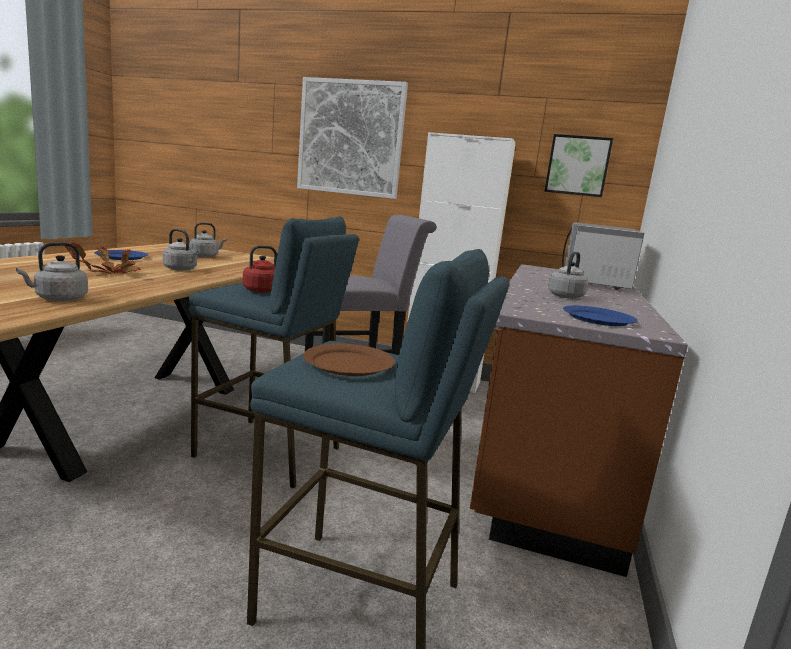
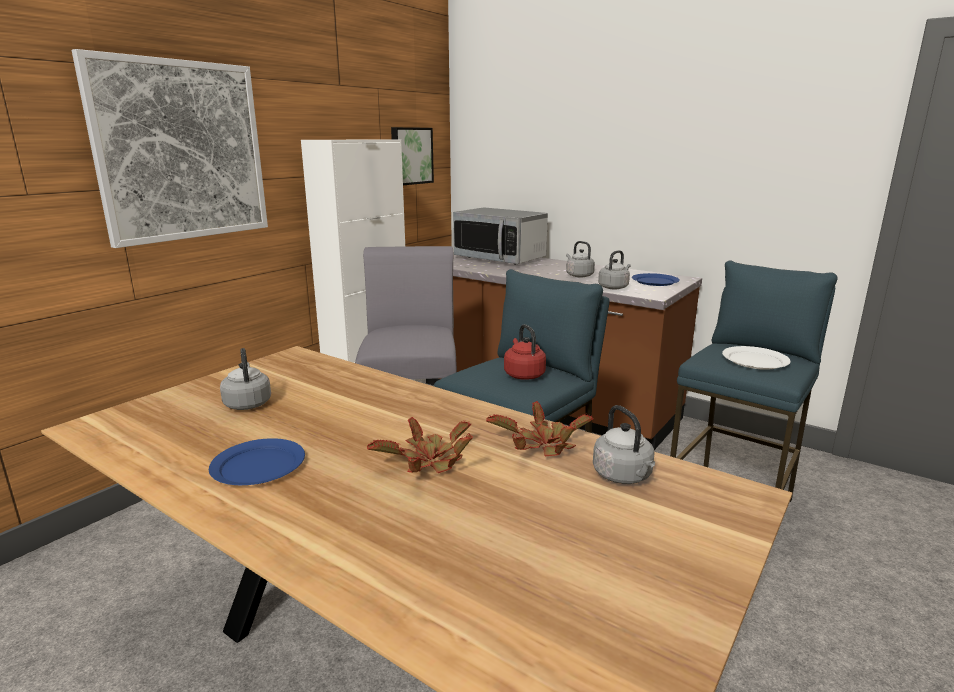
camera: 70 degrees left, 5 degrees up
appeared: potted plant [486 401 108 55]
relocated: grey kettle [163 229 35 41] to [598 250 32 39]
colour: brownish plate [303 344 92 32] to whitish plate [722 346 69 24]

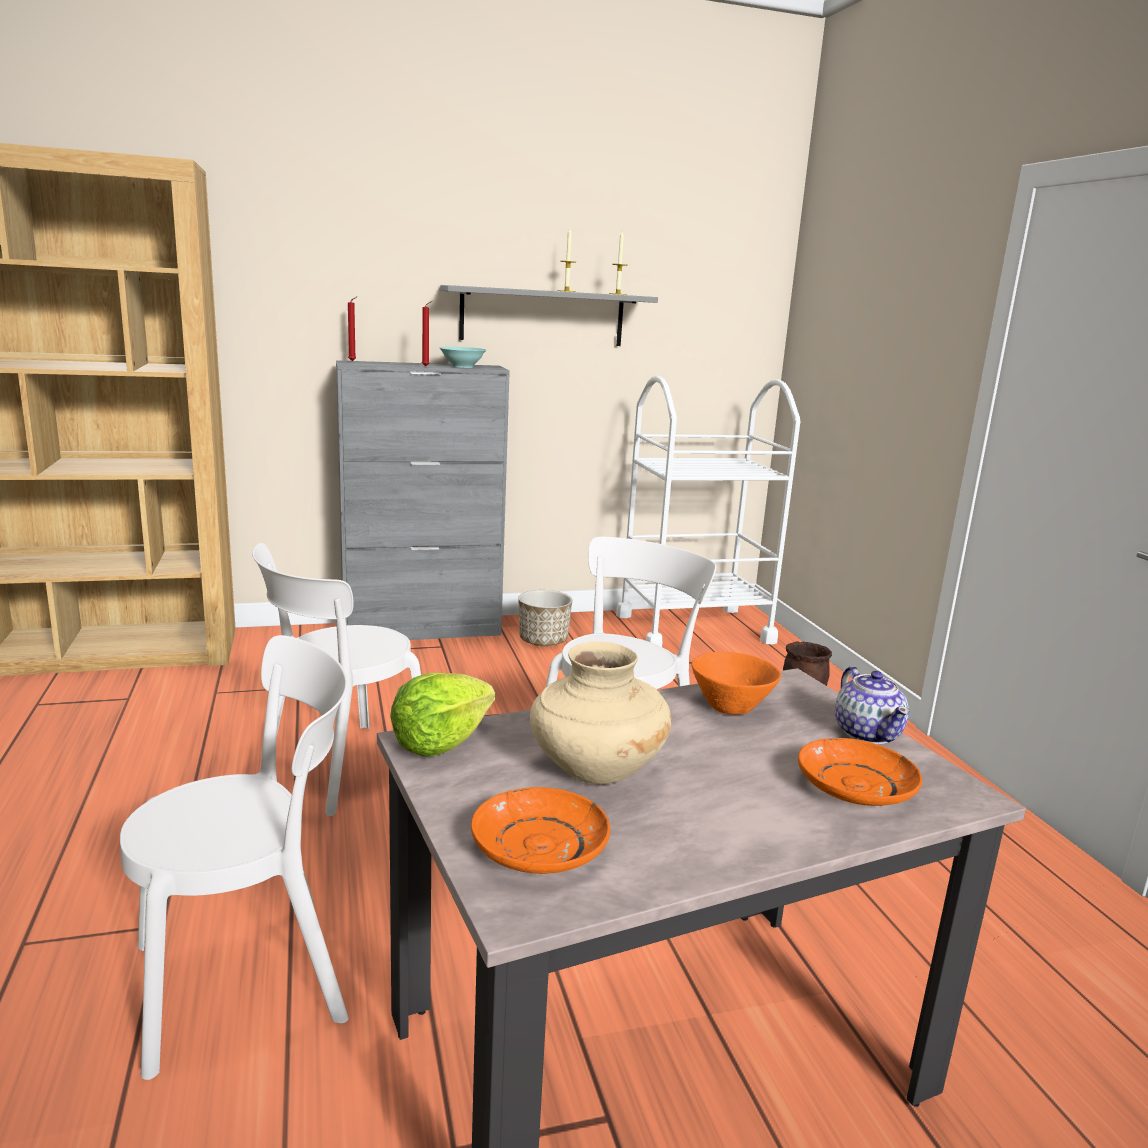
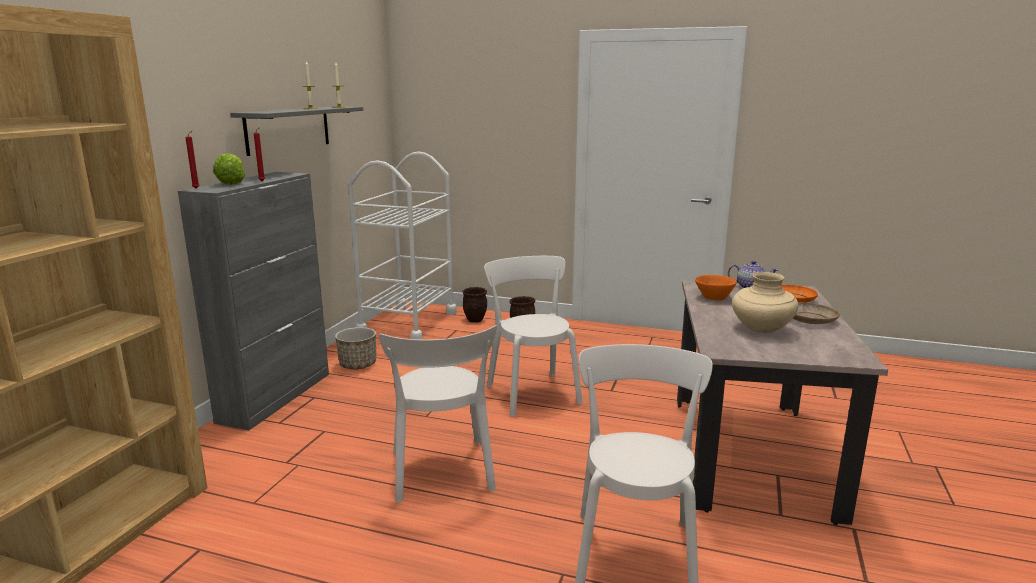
camera: 55 degrees left, 0 degrees up
missing: turquoise-coloured deep dish [440 347 46 21]; orange-coloured plate [471 787 139 87]
appeared: brownish plant pot [462 287 25 35]; beige plate [793 303 47 21]
relocated: lettuce head [390 672 105 84] to [213 153 32 32]

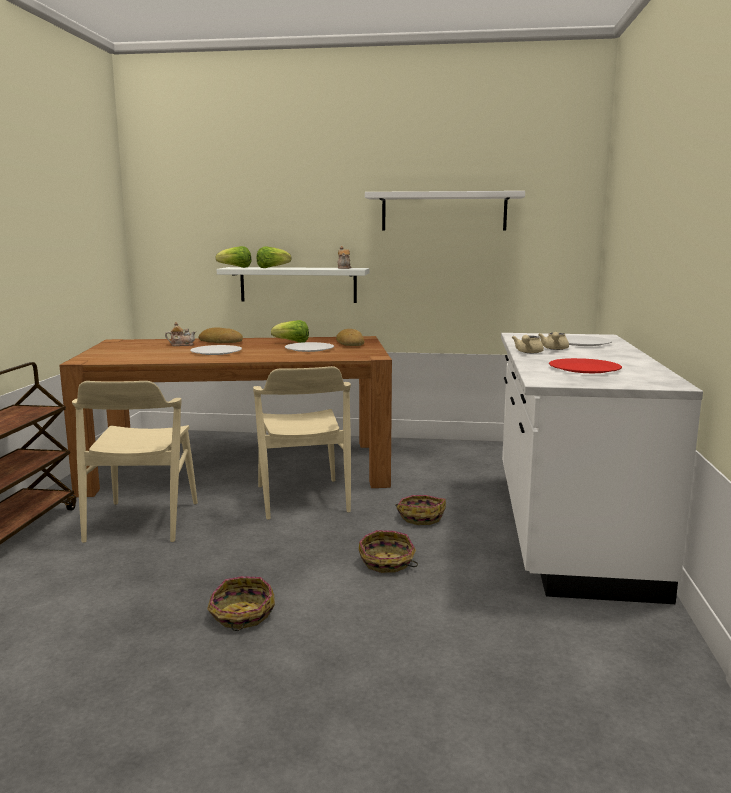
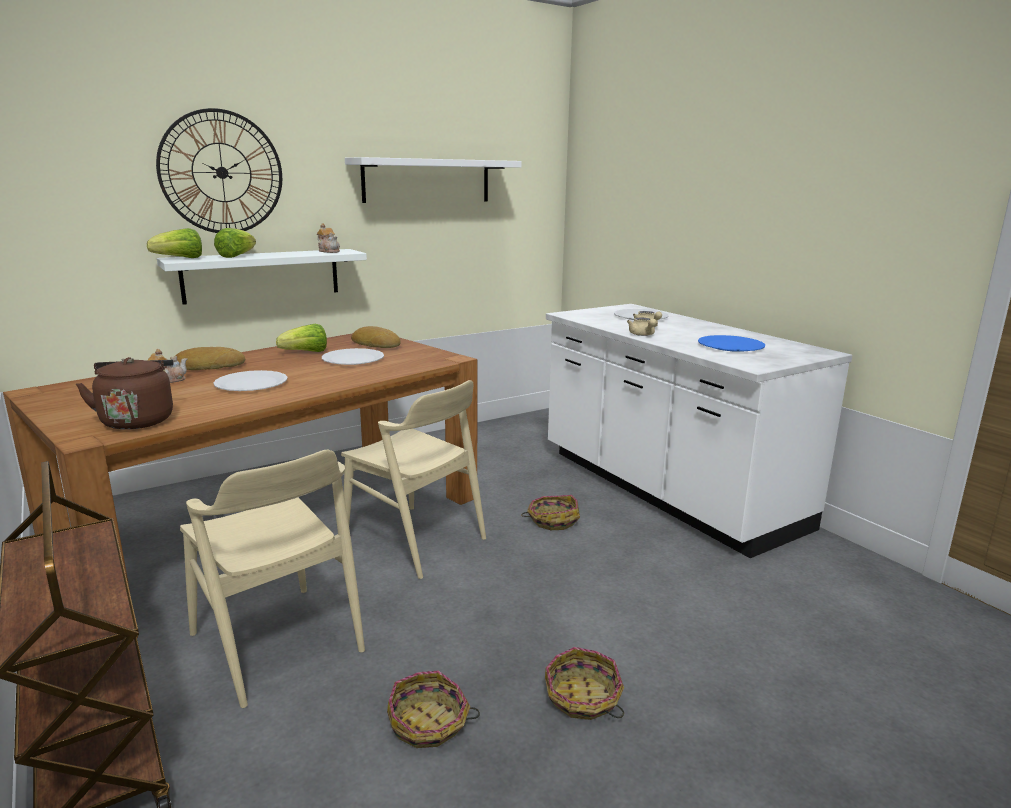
camera: 40 degrees left, 5 degrees up
appeared: brownish kettle [76 357 97 73]; wall clock [156 108 126 125]
relocated: basket [359 530 59 43] to [387 670 93 78]
colour: reddish plate [549 358 73 15] to blue plate [698 335 67 17]

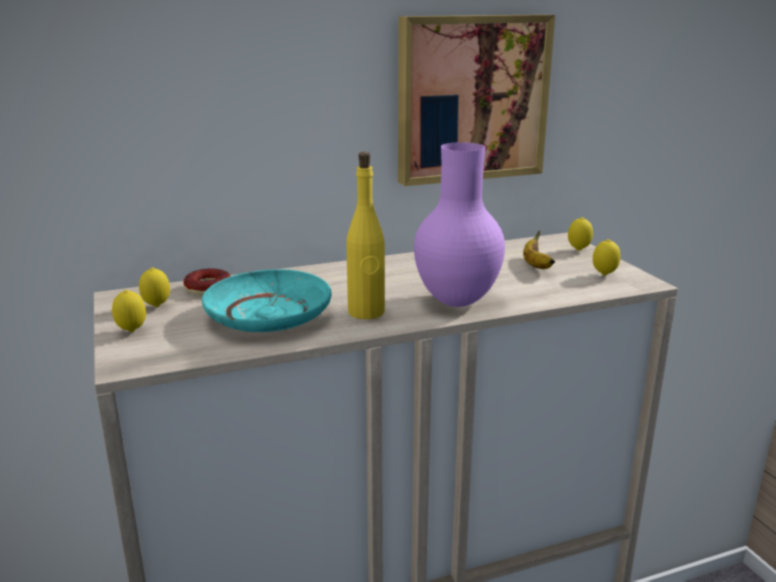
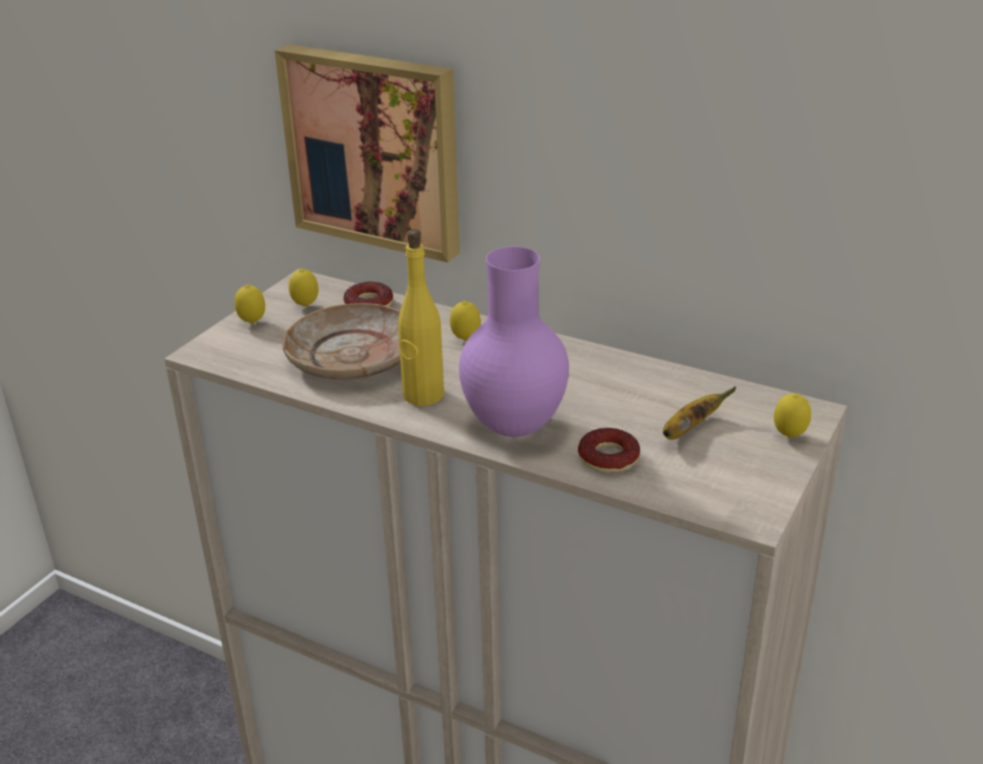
camera: 50 degrees right, 10 degrees up
appeared: ring doughnut [578 428 62 45]
relocated: wall picture [398 15 157 171] to [275 44 185 218]; whole lemon [593 239 27 37] to [450 301 31 40]
colour: turquoise-coloured plate [202 269 130 63] to beige plate [282 303 119 77]

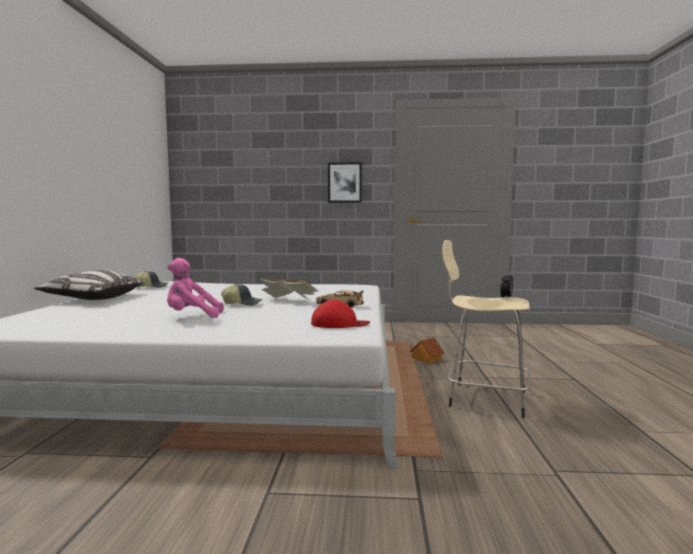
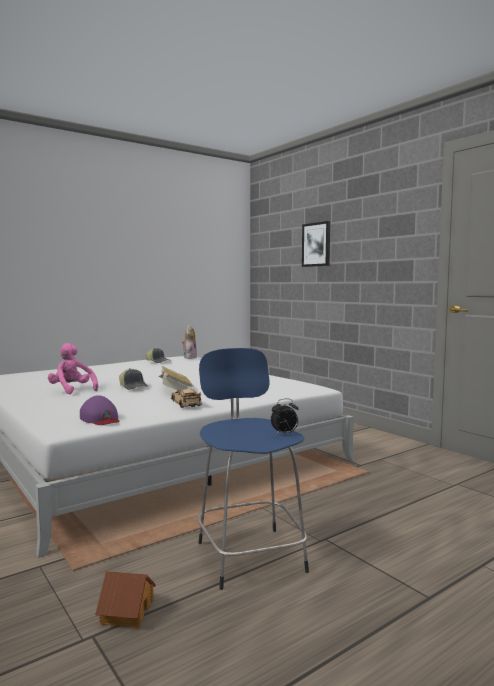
camera: 50 degrees right, 0 degrees up
missing: throw pillow [34 270 110 30]
appeared: plush toy [182 325 15 34]
relocated: wall picture [328 162 34 41] to [302 221 28 46]; miniature house [410 337 34 26] to [95 571 61 57]
colour: reddish baseball cap [311 300 59 28] to purple baseball cap [80 395 40 30]; beige stool [442 240 89 178] to blue stool [197 348 112 242]

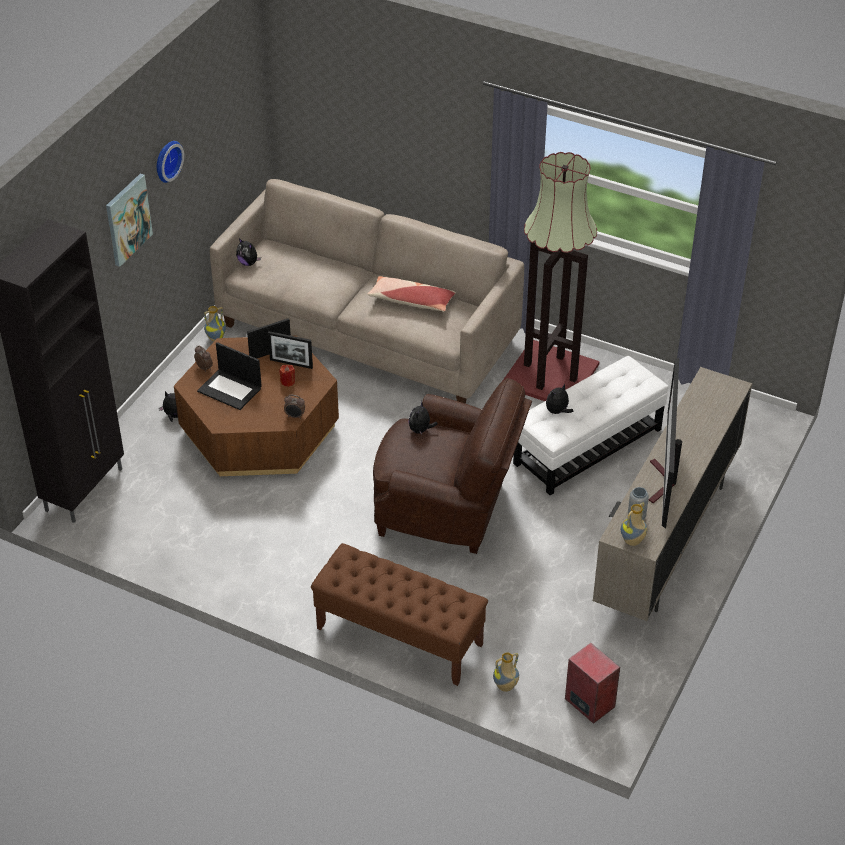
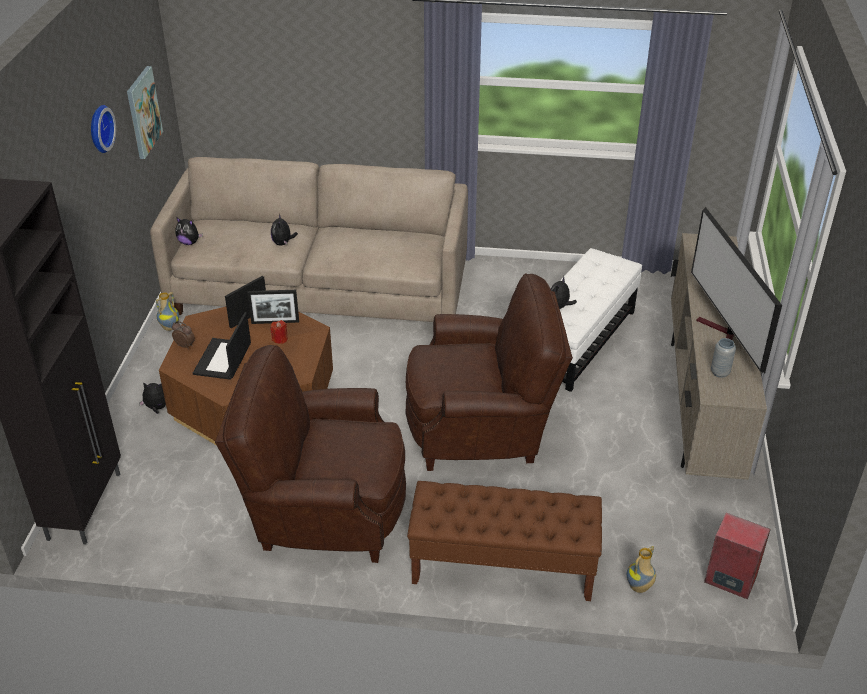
camera: 20 degrees left, 5 degrees down
missing: alarm clock [284 395 21 24]; throw pillow [368 276 88 36]; floor lamp [503 152 97 249]; flower vase [621 502 26 44]
appeared: brownish armchair [215 345 191 218]
relocated: wall picture [106 174 47 93] to [127 66 36 93]; plush toy [409 400 29 35] to [271 214 27 31]
spun: notebook computer [197 342 65 68] = [193 312 58 68] 90 degrees clockwise

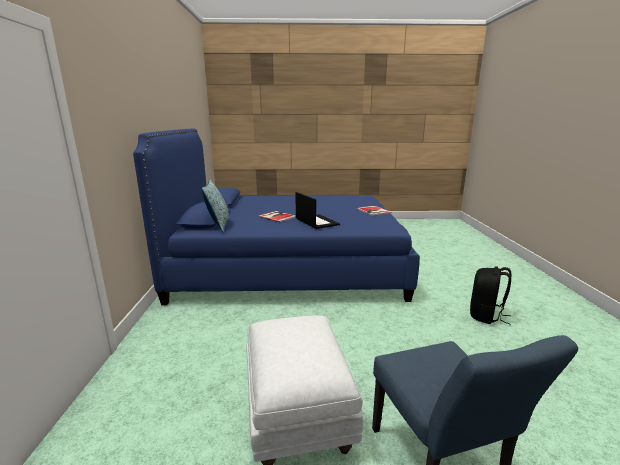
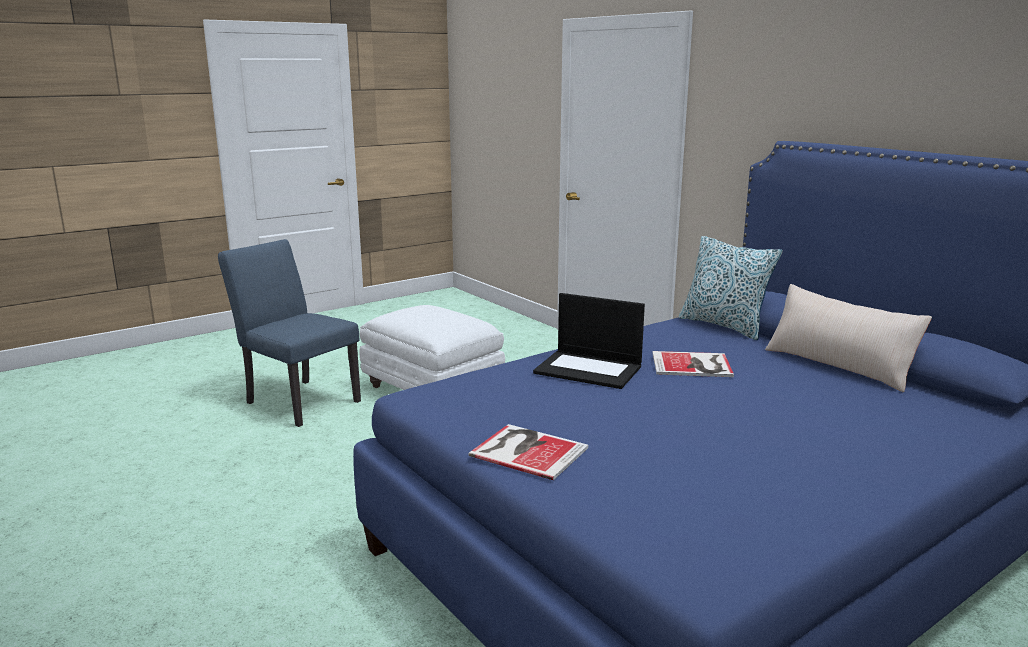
camera: 145 degrees right, 0 degrees up
missing: blackish knapsack [470 266 41 59]
appeared: beige throw pillow [765 284 167 108]

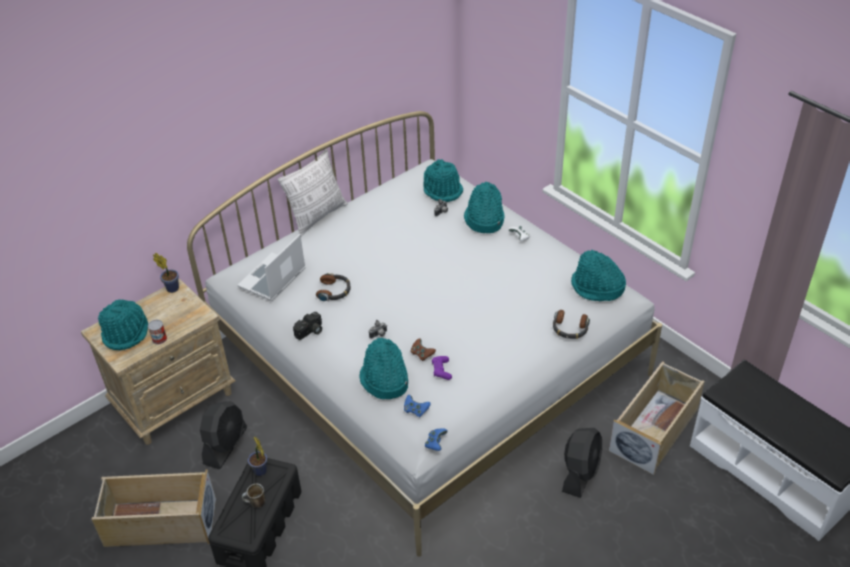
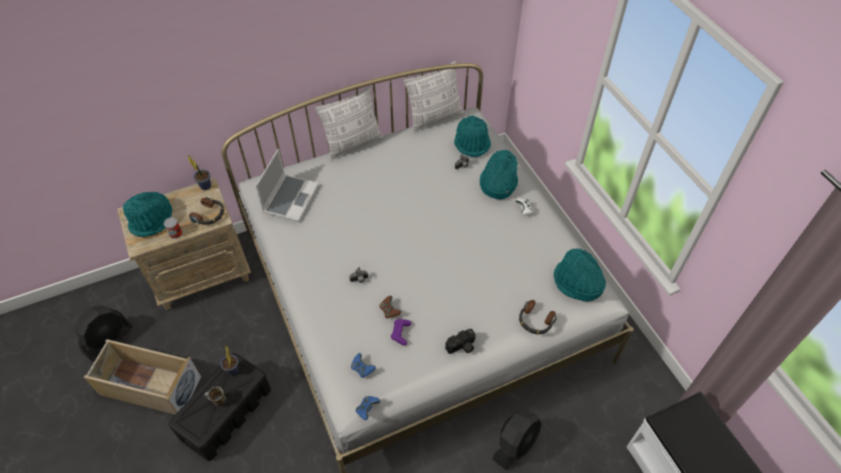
camera: 15 degrees right, 10 degrees up
missing: turquoise-coloured wearable hat [359 338 49 61]; beige storage container [609 361 96 114]
appeared: throw pillow [403 61 61 72]
relocated: blackish electric fan [200 401 47 68] to [75 306 58 56]; photo camera [293 312 29 28] to [445 329 31 25]; pair of headphones [316 273 35 28] to [189 197 35 28]
spun: notebook computer [237 234 69 67] = [255 149 64 73] 150 degrees clockwise

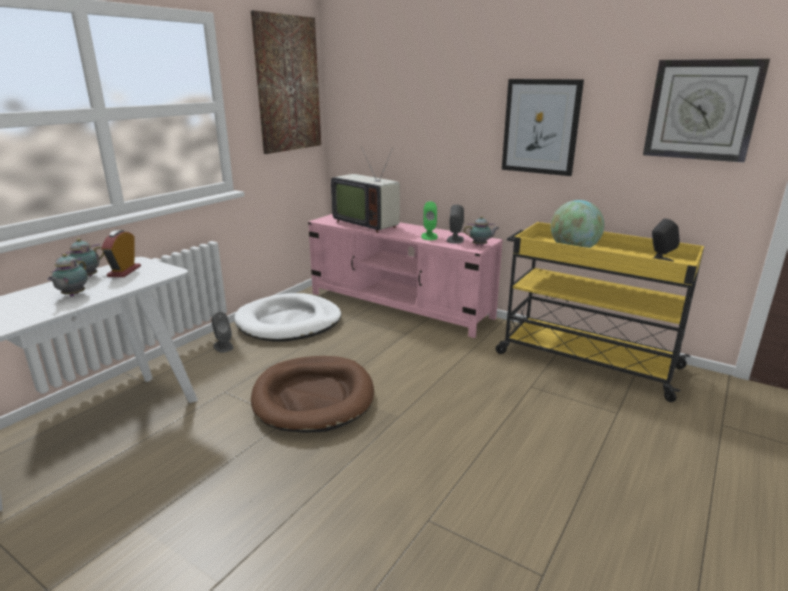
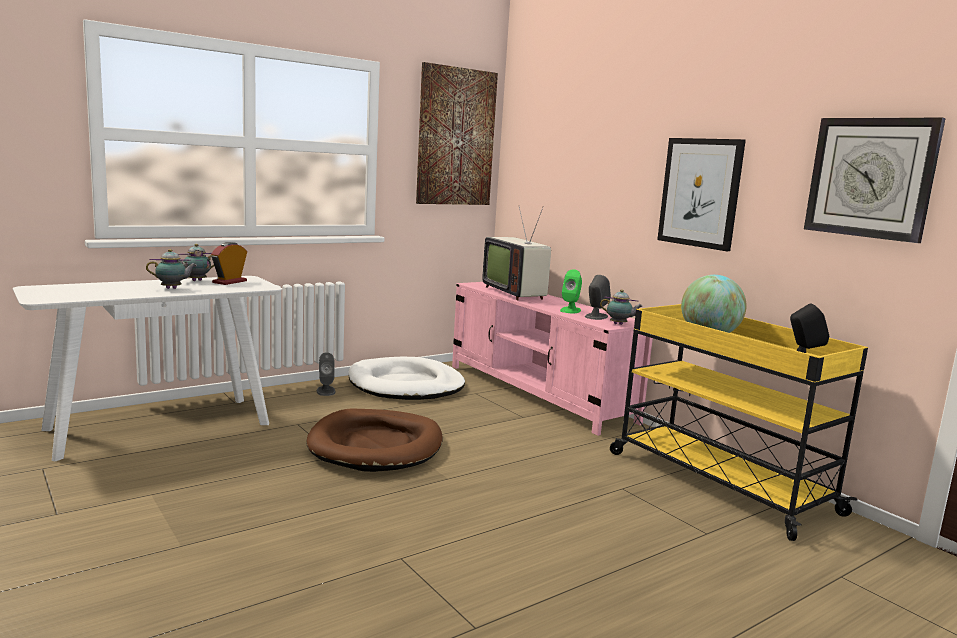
camera: 20 degrees right, 10 degrees down
spun: tea pot [47 253 41 44] = [146 249 51 40] 135 degrees counterclockwise

